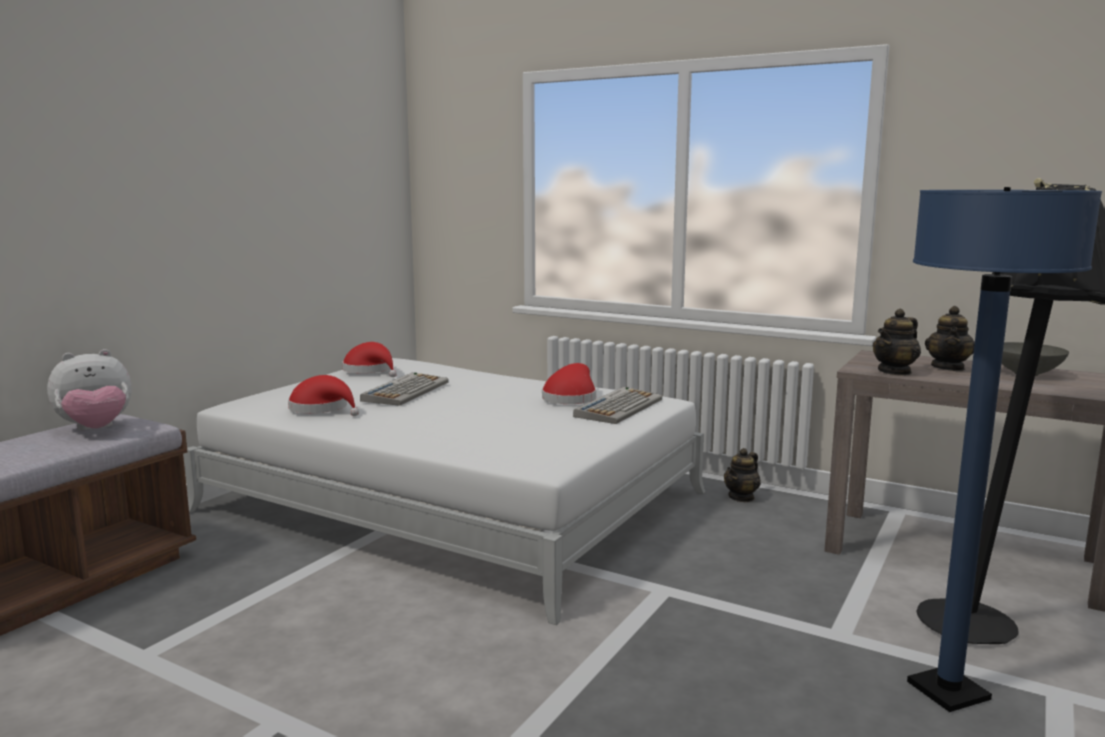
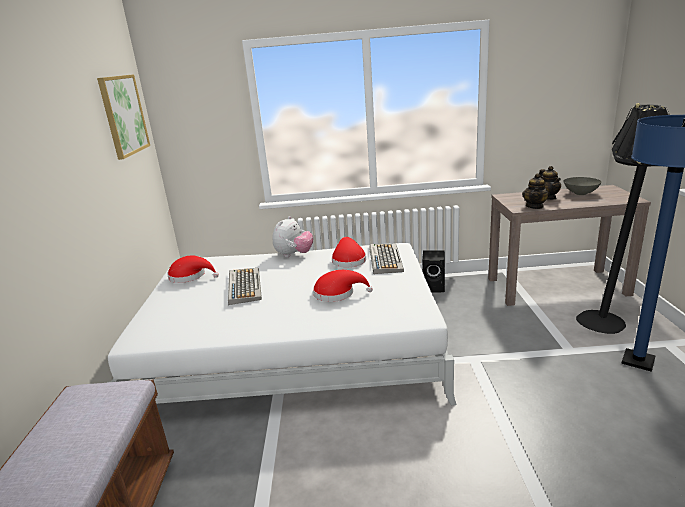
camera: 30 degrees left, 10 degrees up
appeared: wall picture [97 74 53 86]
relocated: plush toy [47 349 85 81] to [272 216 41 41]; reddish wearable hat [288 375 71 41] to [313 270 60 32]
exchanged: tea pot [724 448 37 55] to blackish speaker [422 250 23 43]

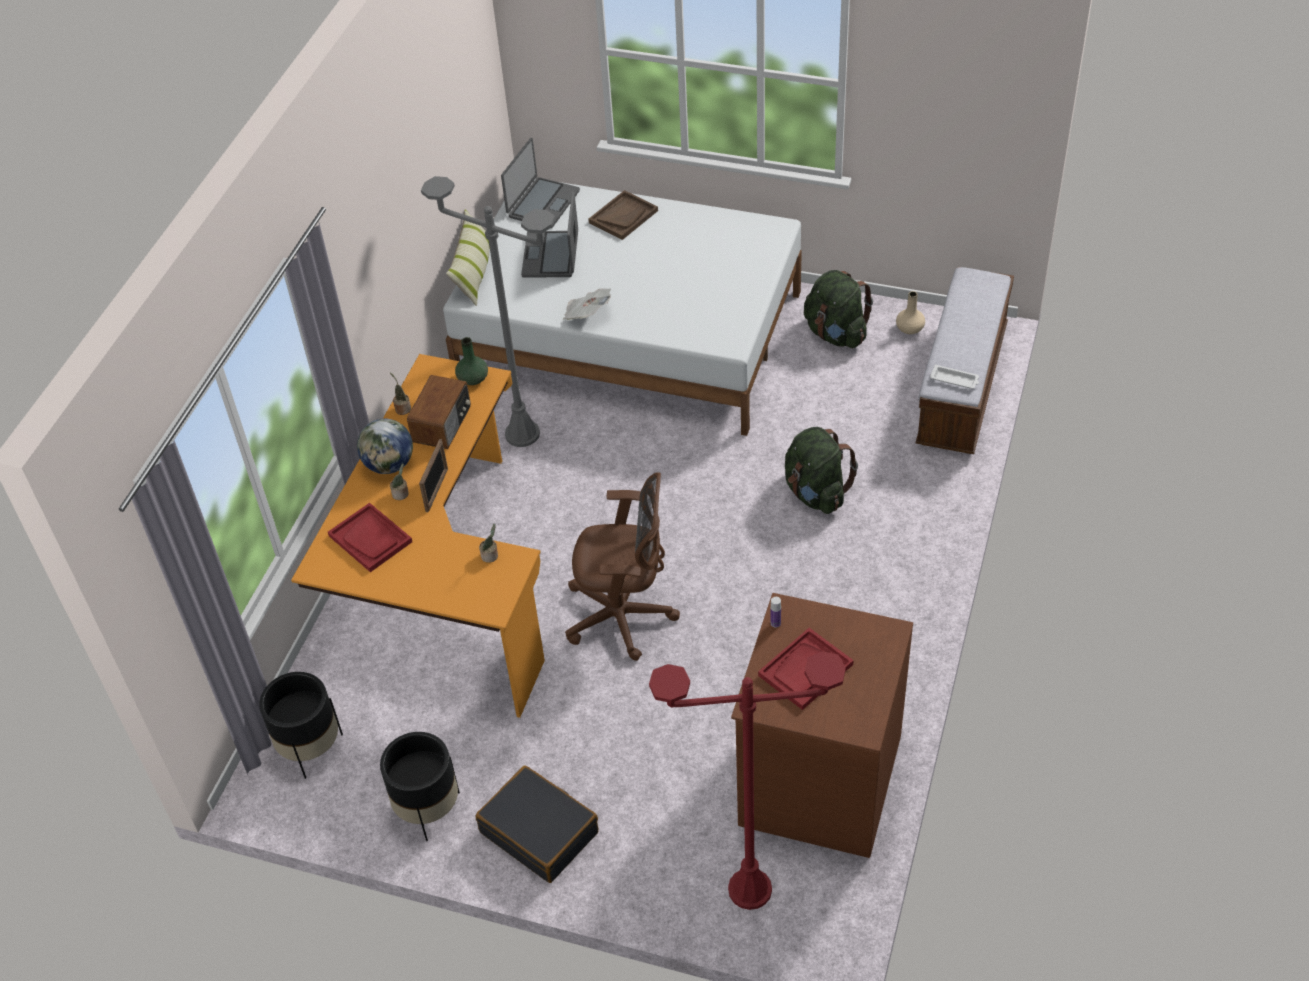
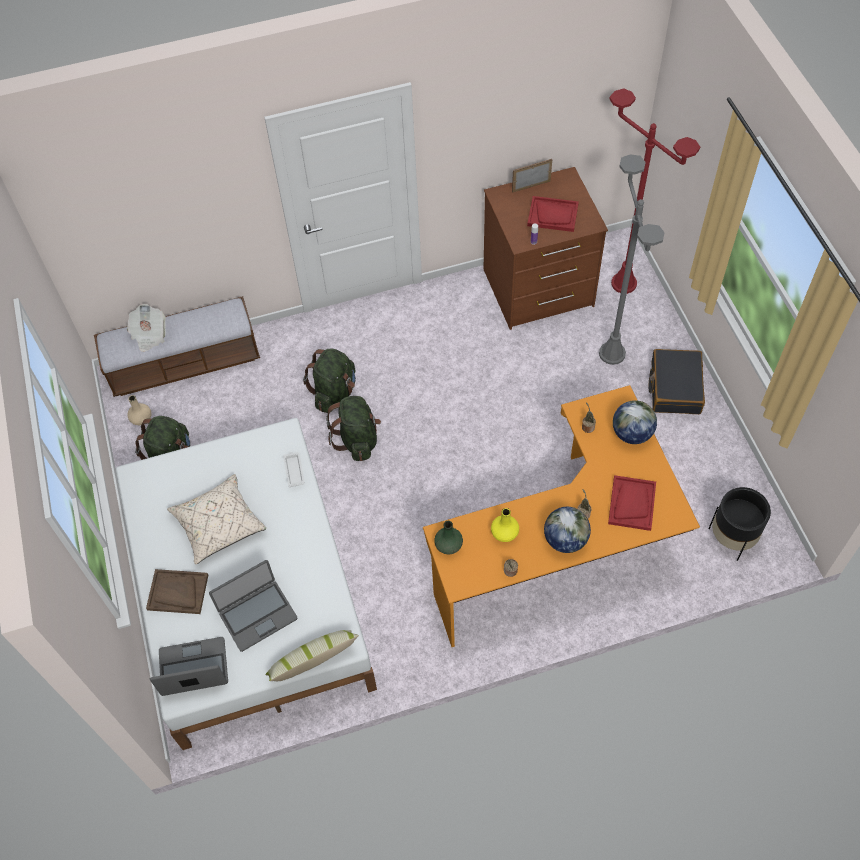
camera: 125 degrees left, 10 degrees up
missing: blackish plant pot [380 732 80 109]; brownish desk chair [565 472 115 189]
appeared: beige throw pillow [167 474 100 91]; green knapsack [326 396 55 65]; world globe [613 400 44 44]
relocated: photo frame [419 439 29 73] to [512 159 40 33]; grey floor lamp [421 176 134 271] to [599 154 66 211]; daily paper [563 288 48 32] to [127 304 39 48]; whitish serving tray [930 365 49 24] to [283 452 22 35]
exchanged: radio set [407 375 64 74] to yellowish flower vase [491 508 28 34]

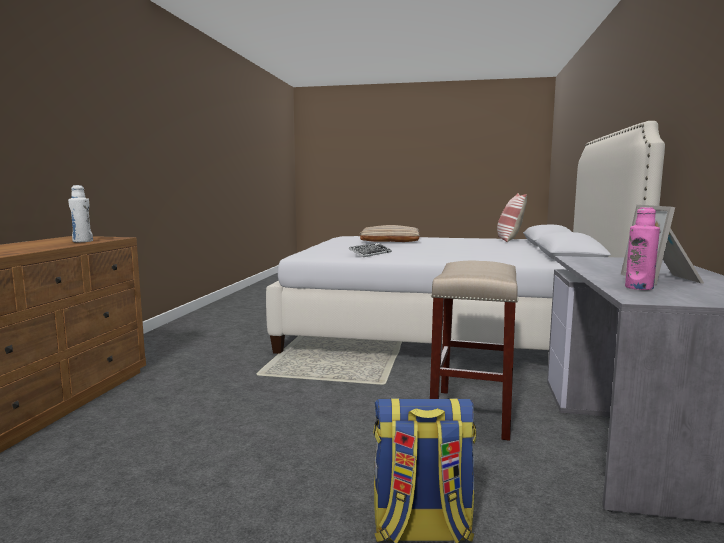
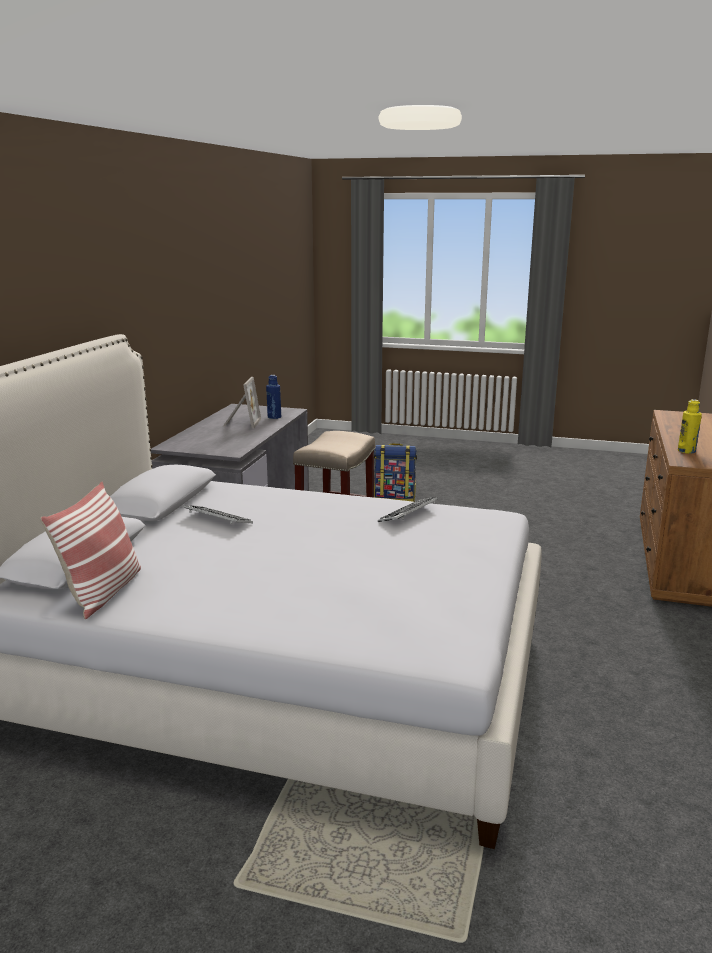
camera: 175 degrees left, 10 degrees up
missing: beige throw pillow [360 225 60 17]
appeared: computer keyboard [184 505 69 19]
colour: whitish drink bottle [68 185 25 57] to yellowish drink bottle [678 399 24 55]; pink drink bottle [625 207 35 83] to blue drink bottle [266 375 15 44]

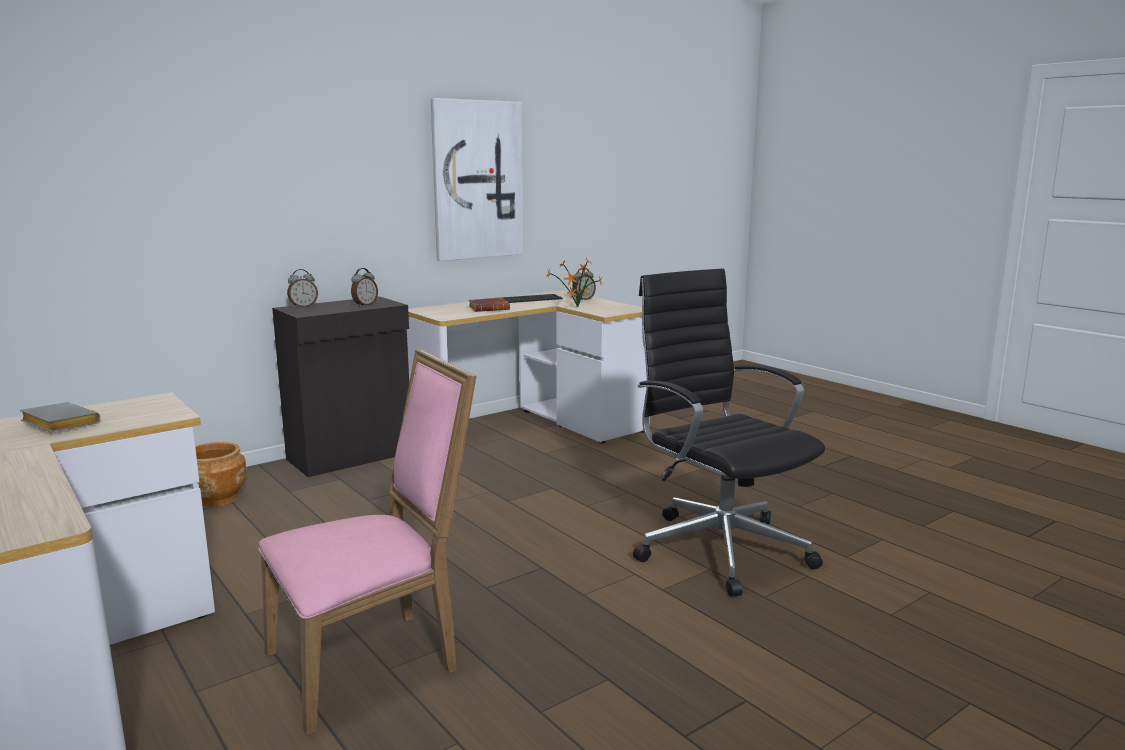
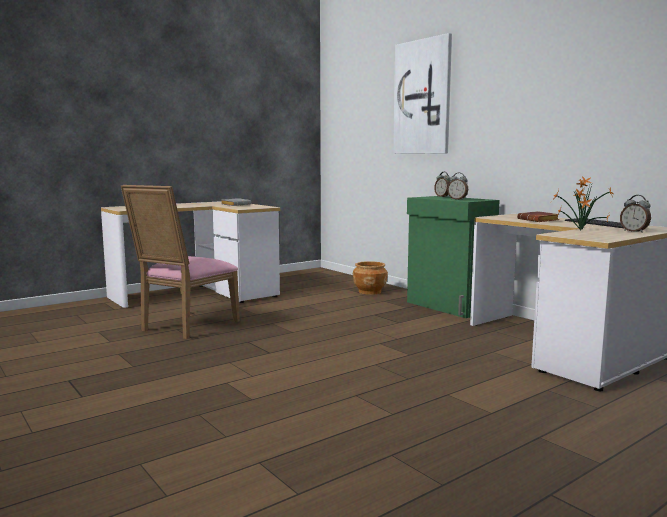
camera: 90 degrees right, 5 degrees down
missing: blackish desk chair [633 268 192 329]
relocated: wall picture [431 98 92 163] to [393 33 59 121]
colour: blackish cabinet [272 296 137 181] to green cabinet [407 196 93 122]
spun: pink plain chair [258 349 218 386] = [121 185 119 154] 60 degrees clockwise

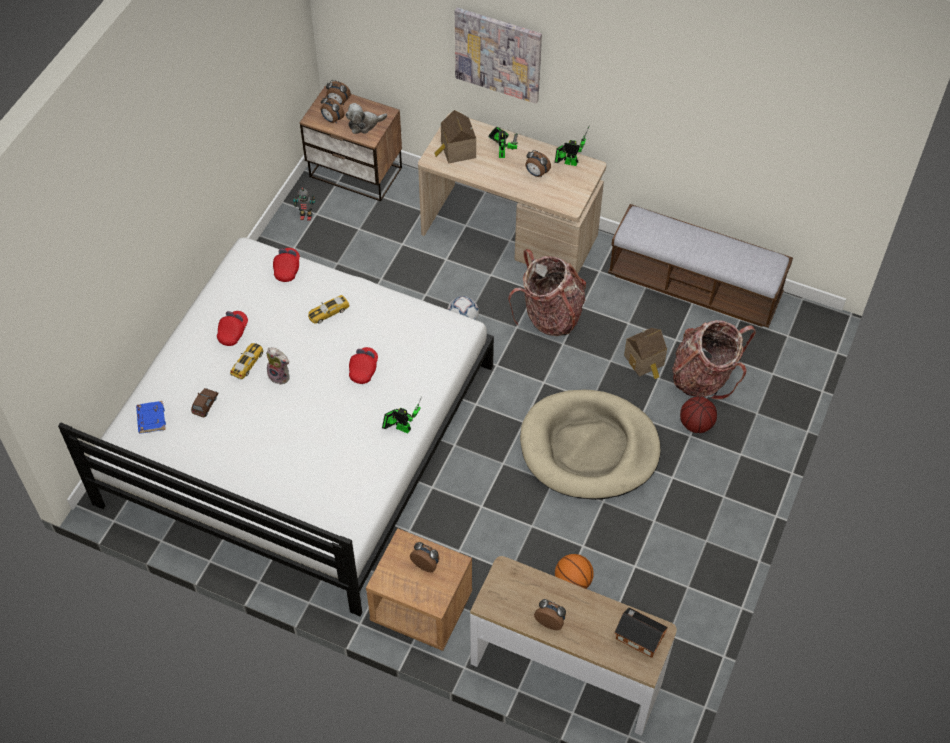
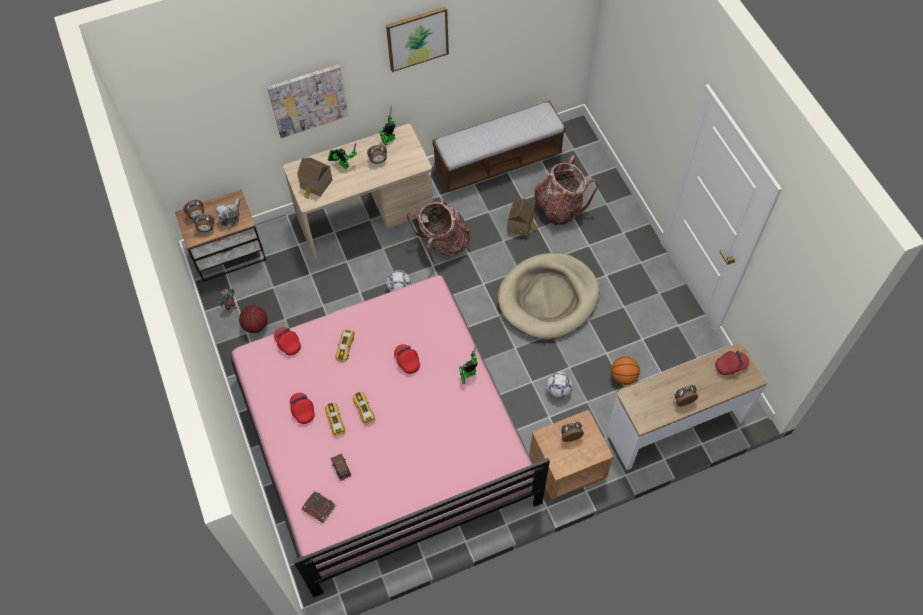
camera: 45 degrees left, 5 degrees up
appeared: wall picture [386 6 63 66]; football [546 372 27 26]
relocated: ball for basketball [680 397 37 36] to [239 305 28 28]
exchanged: plush toy [266 347 24 38] to miniature car [353 392 23 33]; miniature house [614 607 54 51] to reddish baseball cap [715 350 34 25]
colour: whitish bed [58 237 436 379] to pink bed [230 275 320 322]; blue volume [136 401 30 33] to brownish volume [302 490 34 33]

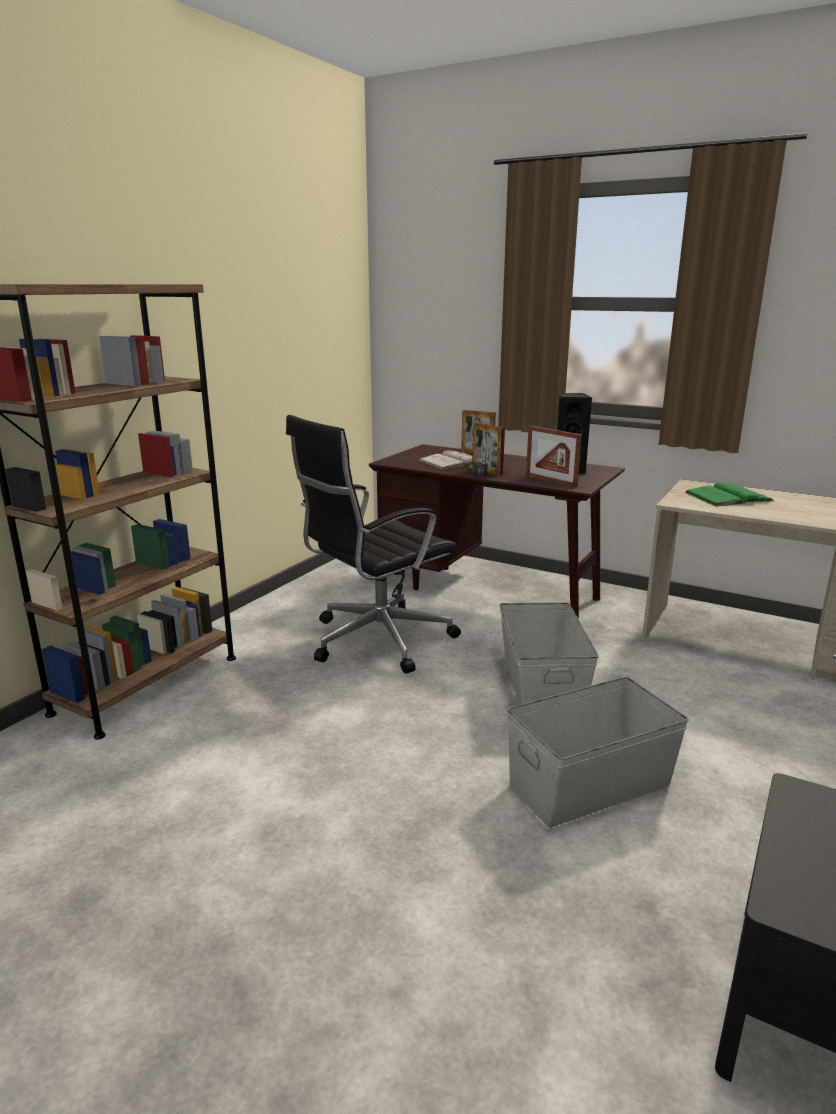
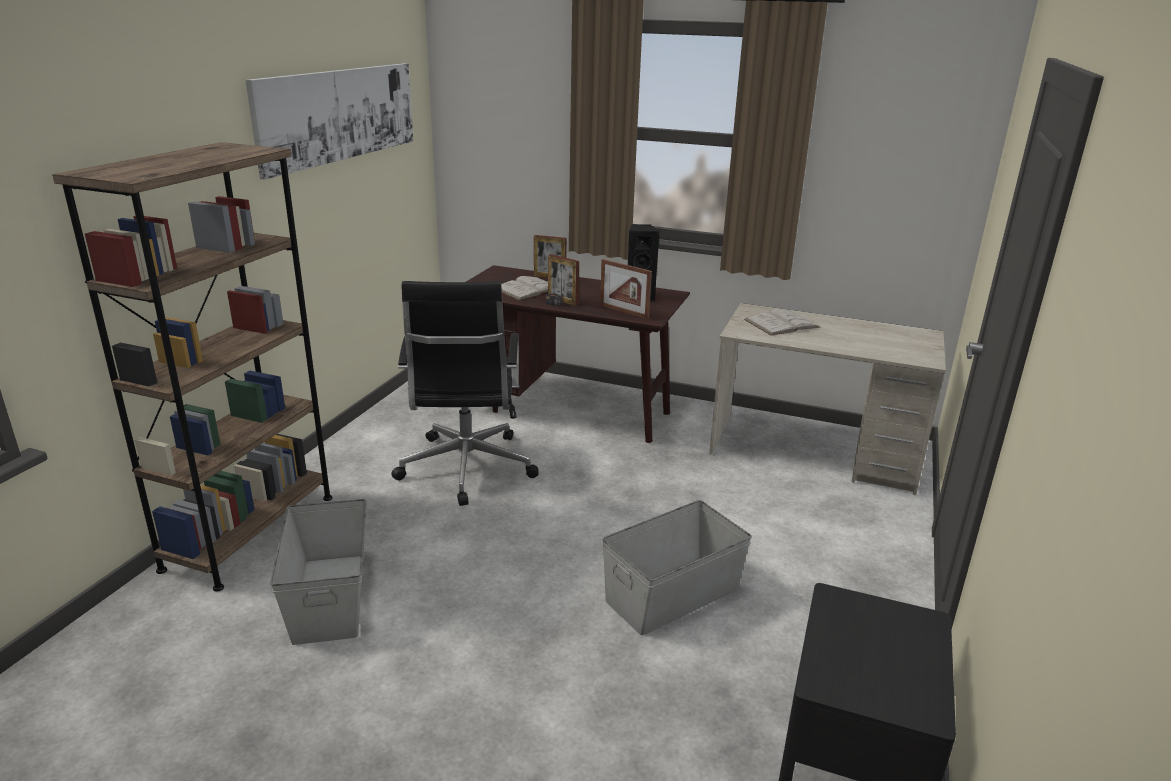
camera: 10 degrees left, 5 degrees up
appeared: wall picture [245 63 168 117]
relocated: grey storage container [500 602 99 103] to [270 499 97 146]
colour: green volume [684 482 90 24] to whitish volume [744 309 77 27]
spun: blackish desk chair [286 415 175 259] = [391 281 148 225] 45 degrees counterclockwise

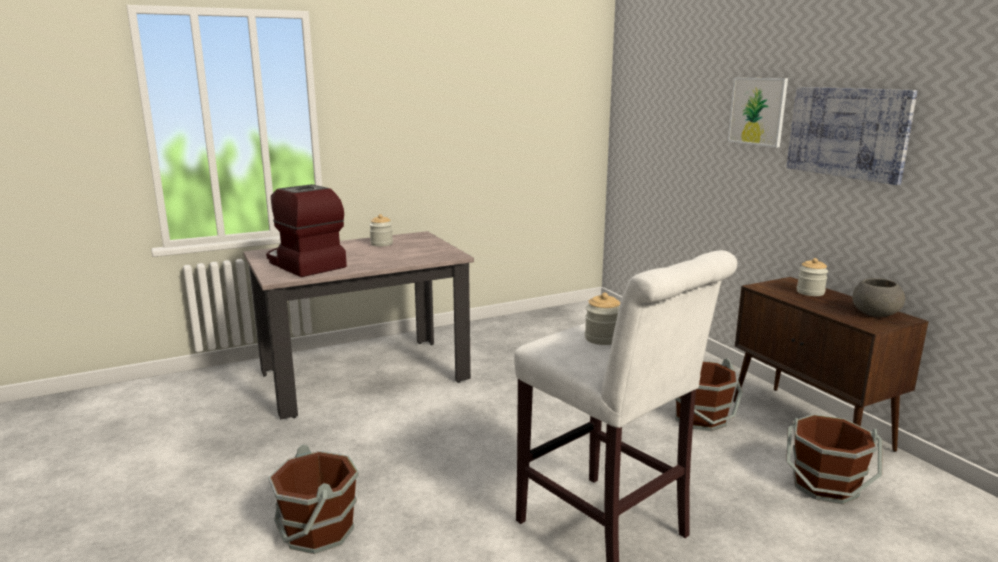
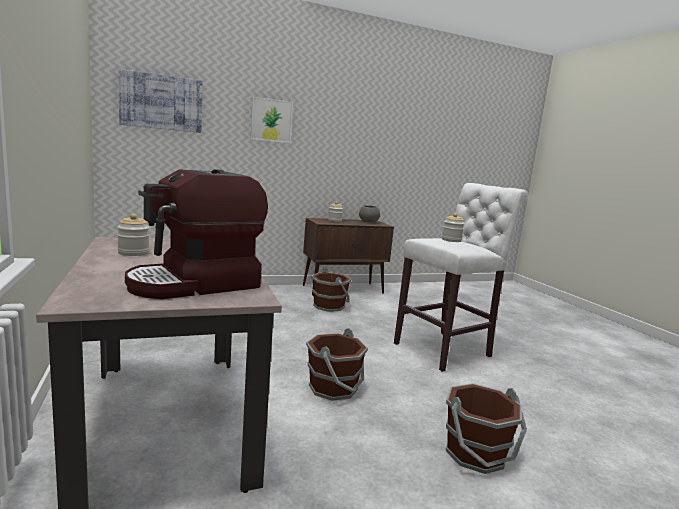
camera: 85 degrees left, 5 degrees down
relocated: brownish pail [786 414 97 90] to [306 328 62 73]; wall picture [787 87 130 98] to [118 69 85 64]

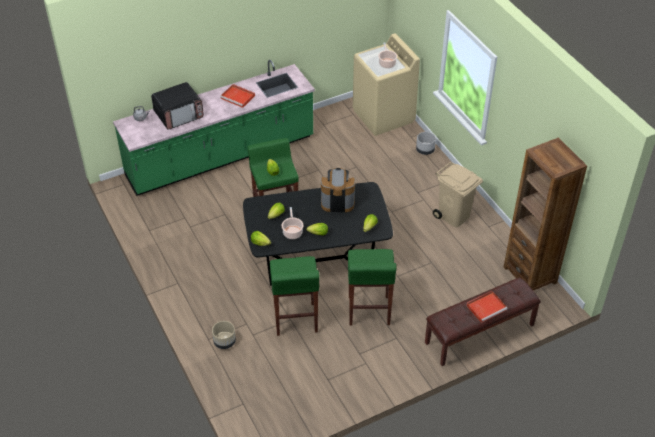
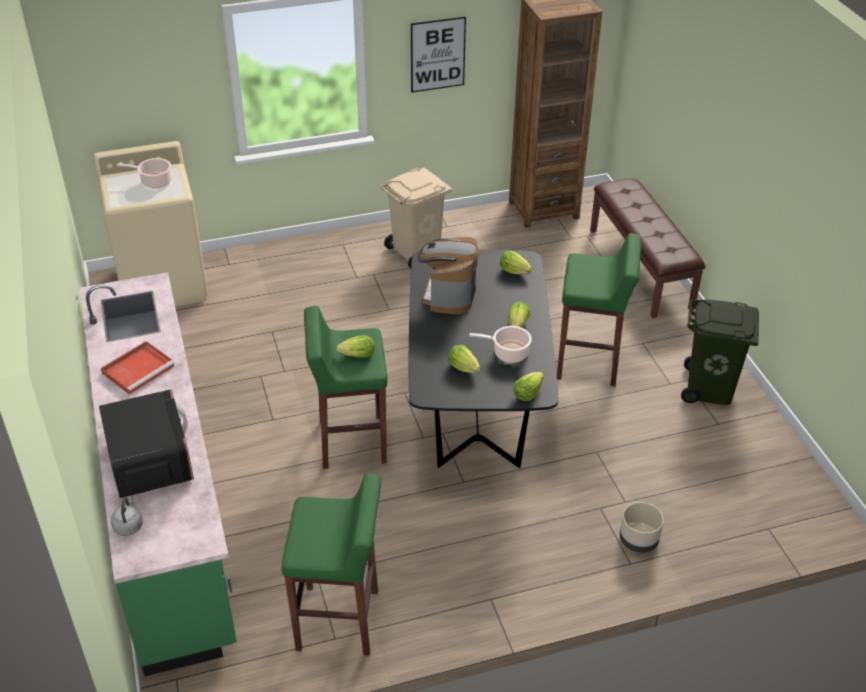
camera: 80 degrees left, 5 degrees down
missing: grey plant pot [416 132 20 23]; reddish serving tray [466 291 42 32]
appeared: wall picture [411 16 55 76]; green rubbish bin [681 299 78 106]
relocated: green stool [270 256 49 80] to [282 473 99 182]

